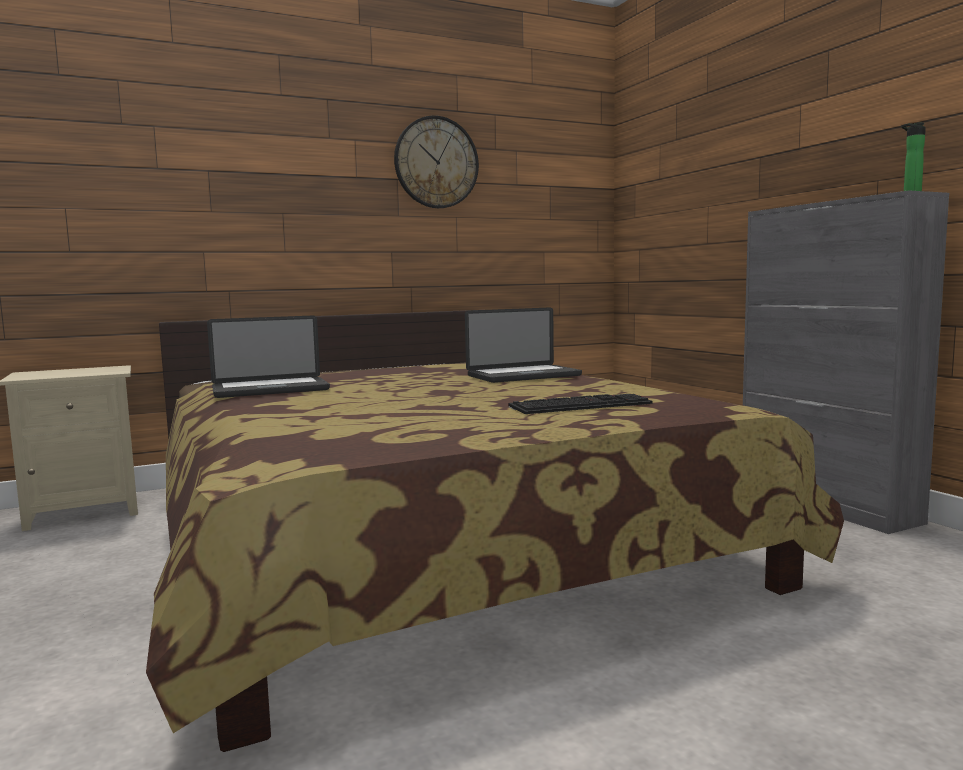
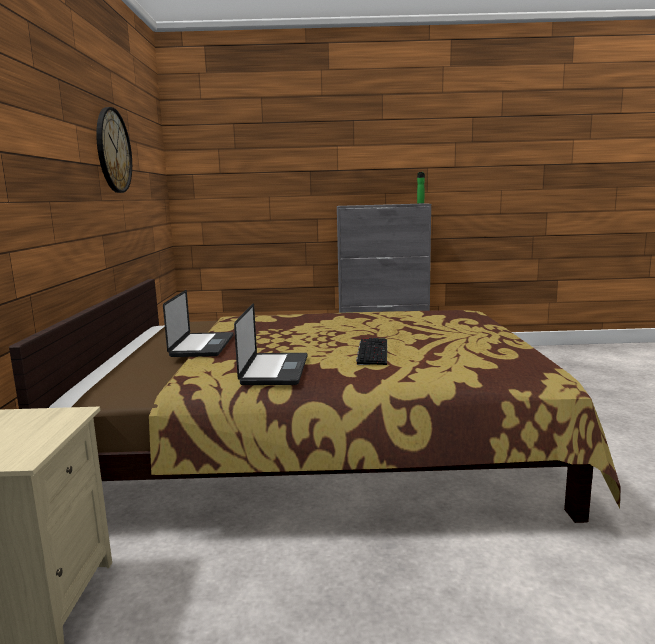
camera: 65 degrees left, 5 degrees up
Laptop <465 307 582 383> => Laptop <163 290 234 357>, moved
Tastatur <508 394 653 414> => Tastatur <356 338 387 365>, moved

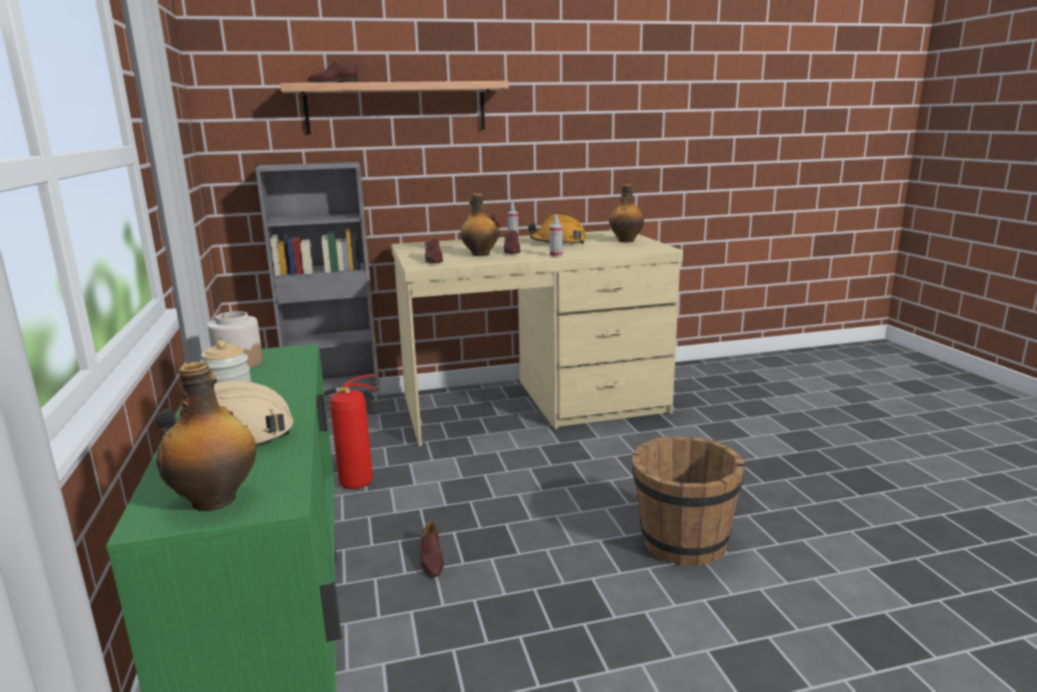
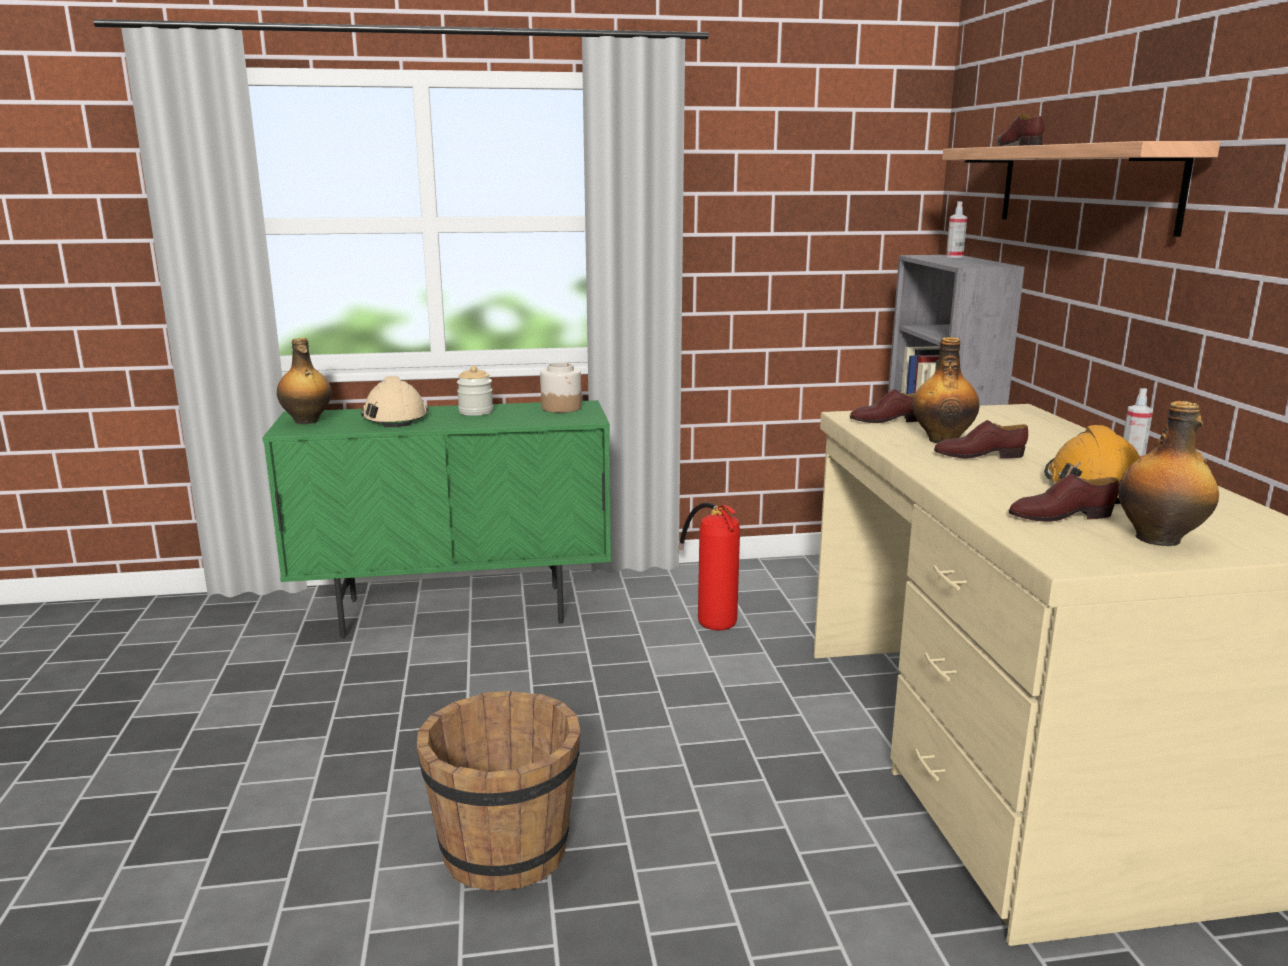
camera: 95 degrees right, 0 degrees up
Sprühflasche <549 214 562 257> => Sprühflasche <946 201 967 258>, moved
Schuh [braun] <420 521 444 578> => Schuh [braun] <1008 474 1119 522>, moved

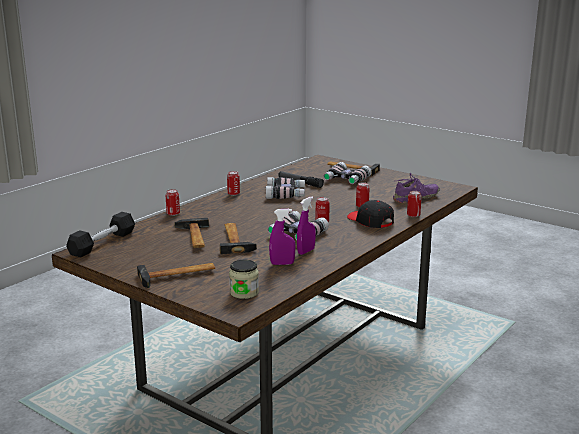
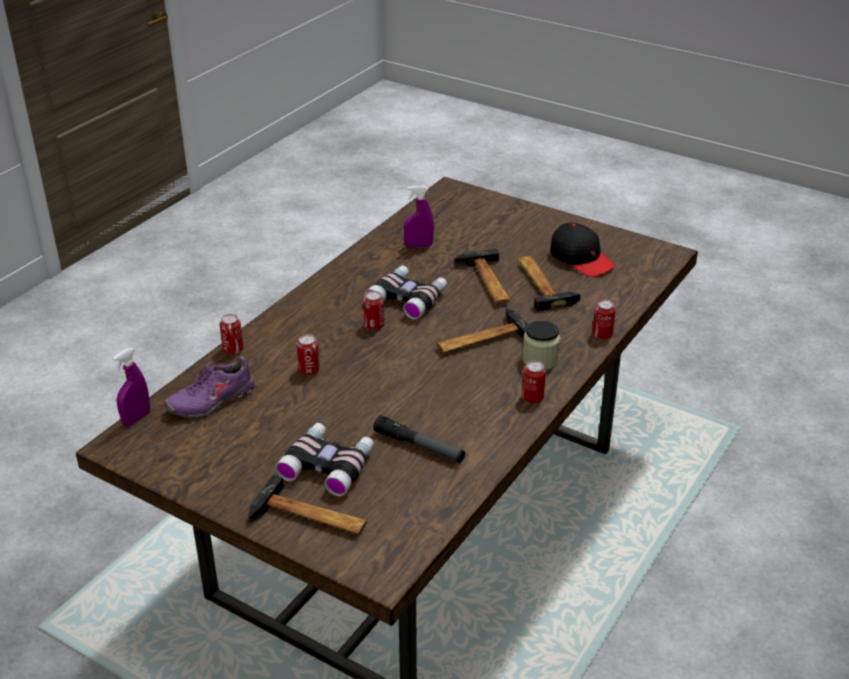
camera: 175 degrees right, 15 degrees up
Sprühflasche [lila] <297 196 316 255> => Sprühflasche [lila] <112 348 150 426>, moved
Hammer <137 263 215 288> => Hammer <437 309 528 353>, moved
Vorratsglas <229 260 259 299> => Vorratsglas <522 320 560 370>, moved
Kappe [schwarz] <347 200 394 228> => Kappe [schwarz] <550 223 615 277>, moved
Hantel [schwarz] <66 212 135 257> => nothing
Fernglas <266 177 305 199> => nothing

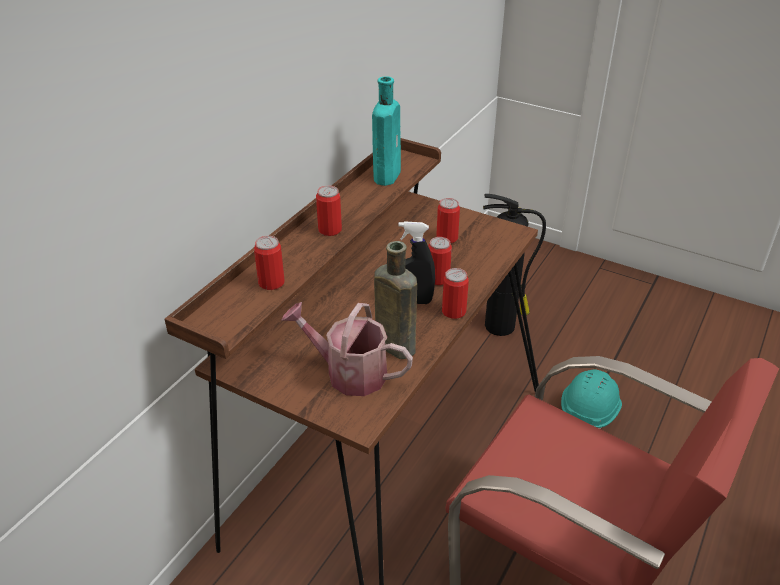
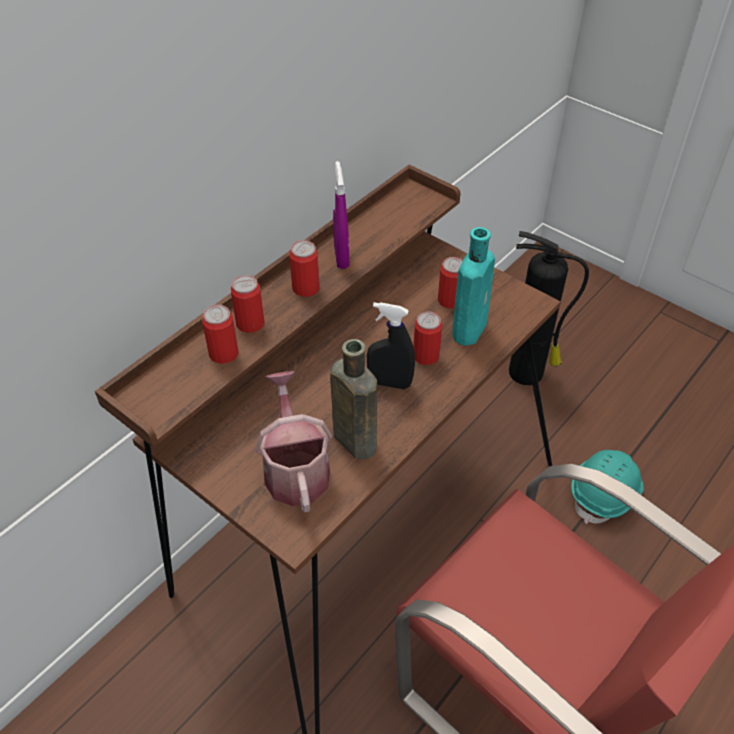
camera: 10 degrees right, 10 degrees up
Dose <442 268 469 319> => Dose <231 275 265 333>, moved
Gießkanne <281 302 413 396> => Gießkanne <255 371 332 512>, 45 degrees clockwise
nothing => Sprühflasche [lila] <333 161 350 269>
Flasche [türkis] <372 76 401 186> => Flasche [türkis] <452 227 495 346>, moved

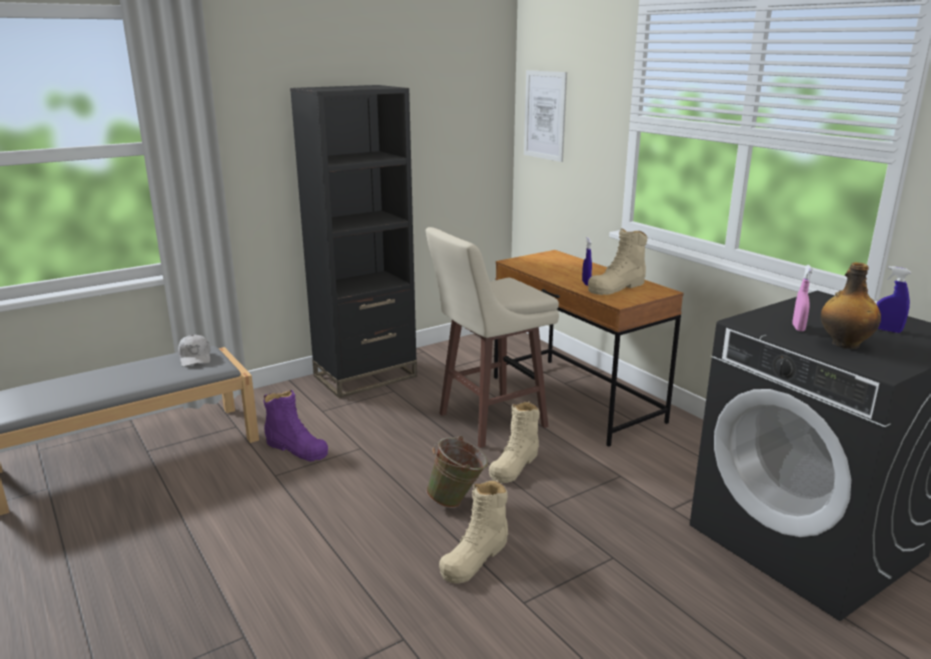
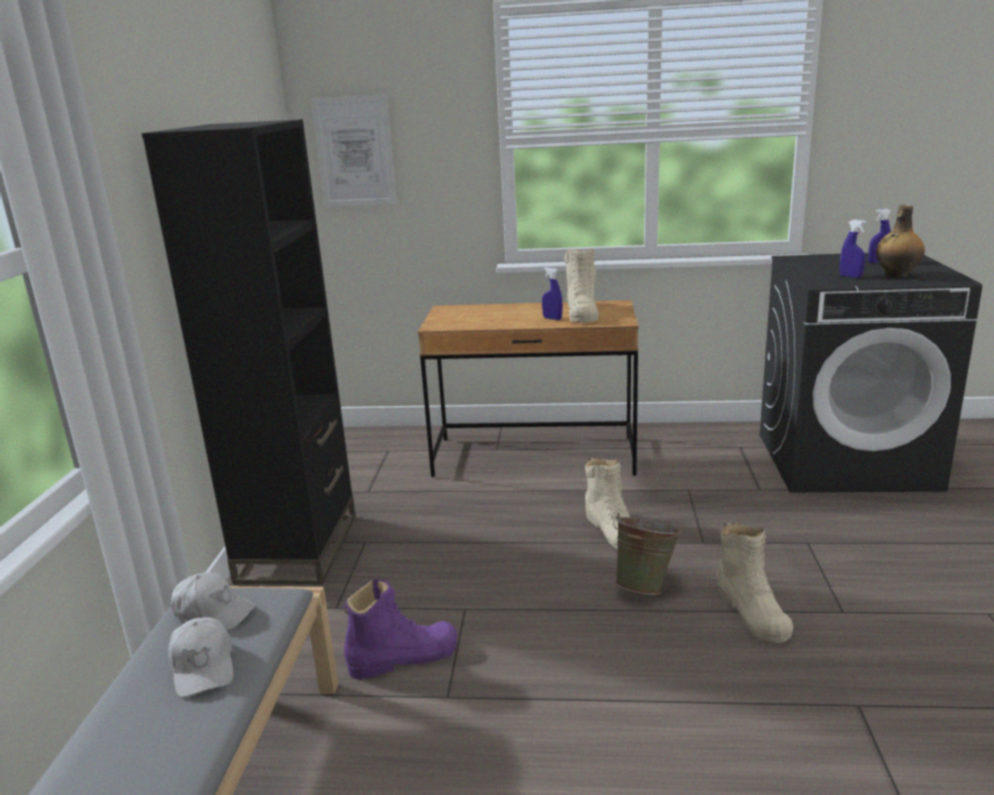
camera: 50 degrees left, 0 degrees up
nothing => Kappe [weiß] <168 617 233 698>
Sprühflasche [rosa] <792 265 813 331> => Sprühflasche [blau] <840 220 867 278>
Hocker [beige] <426 227 559 448> => nothing

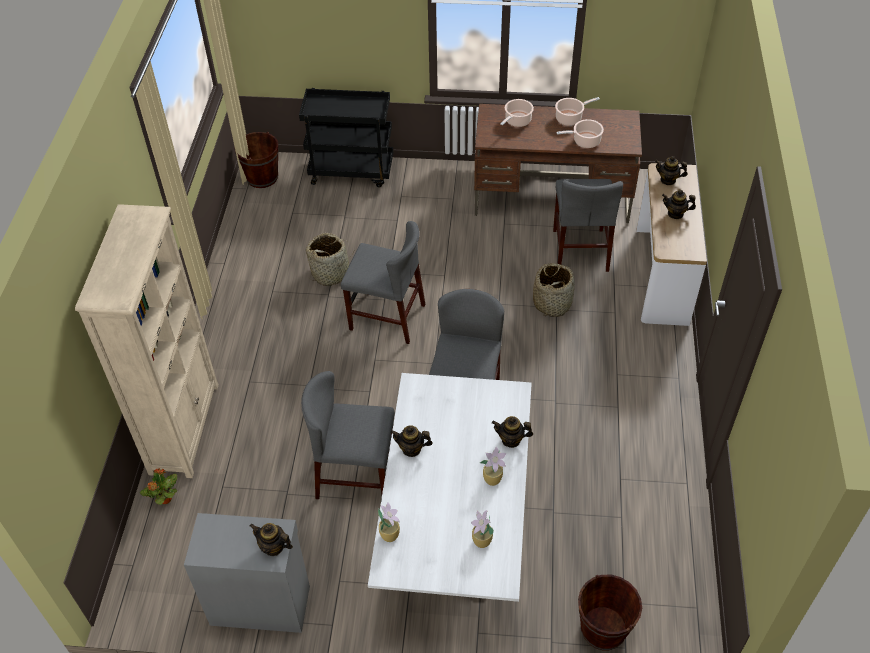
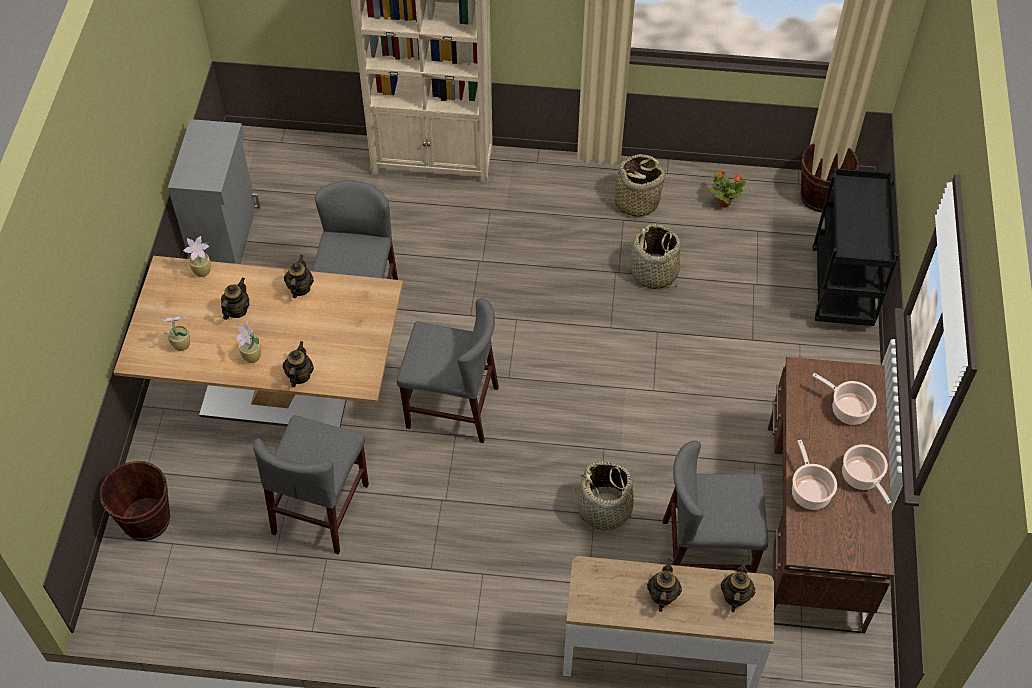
camera: 90 degrees right, 5 degrees up
Esstisch [weiß] <368 373 532 602> => Esstisch [braun] <113 256 403 428>
Teekanne <250 523 293 556> => Teekanne <221 278 250 320>, moved
Stuhl [grau] <341 221 425 344> => Stuhl [grau] <253 415 369 554>, moved
nothing => Korb <604 154 666 217>
Topfpflanze <140 468 177 505> => Topfpflanze <708 171 746 207>, moved

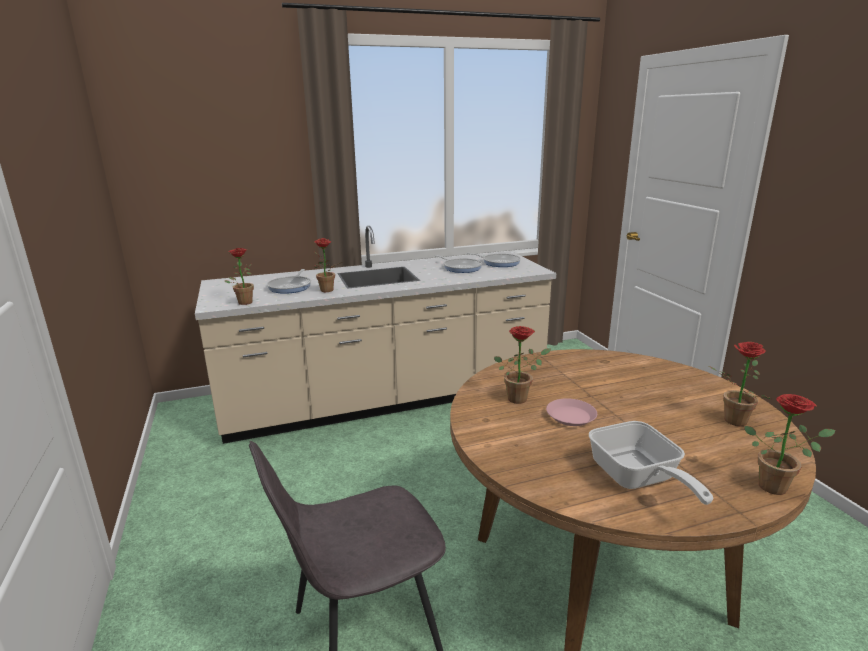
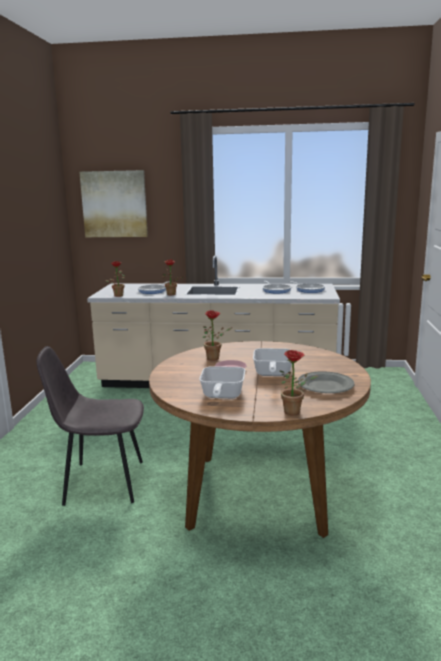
camera: 25 degrees right, 5 degrees down
nothing => Bild <79 170 148 237>
nothing => Pfanne <253 348 292 376>
Topfpflanze <709 342 772 426> => Teller [grau] <298 371 354 393>

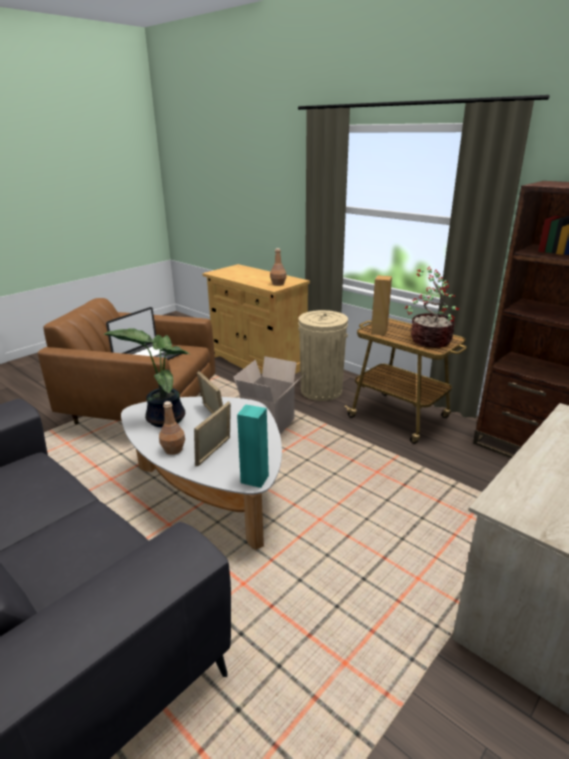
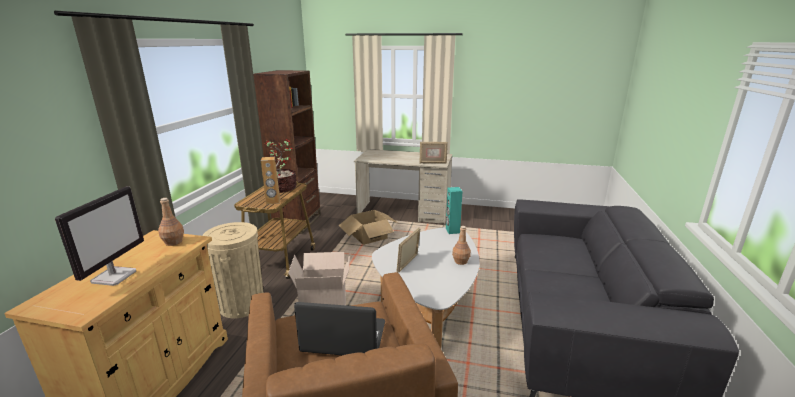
camera: 120 degrees left, 5 degrees down
nothing => Monitor <55 186 144 286>
nothing => Karton <339 210 398 245>
Bilderrahmen <194 401 231 467> => Bilderrahmen <419 142 448 164>, moved
Topfpflanze <104 328 190 427> => nothing

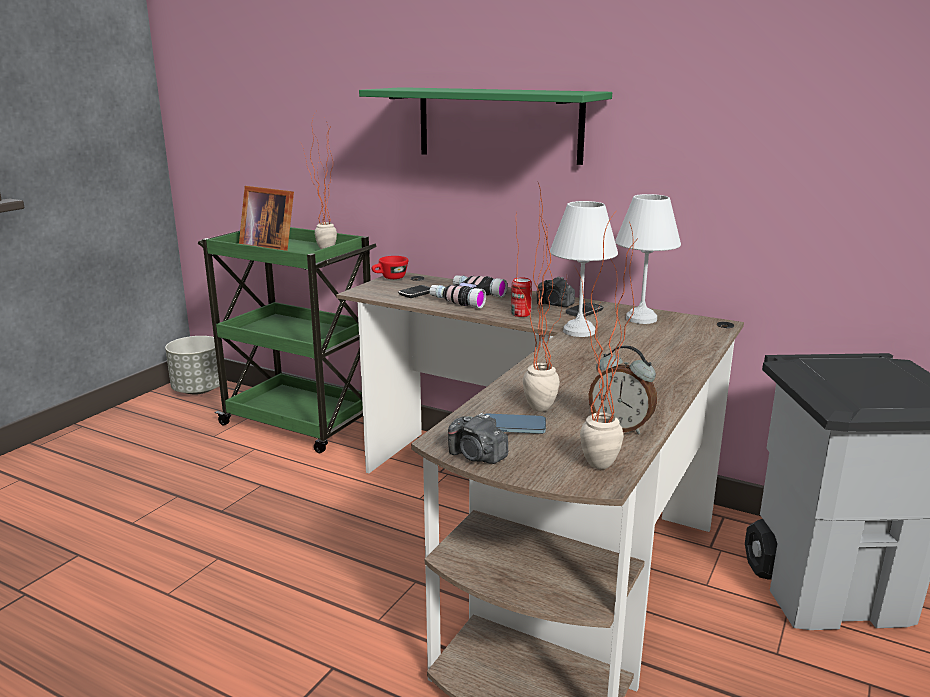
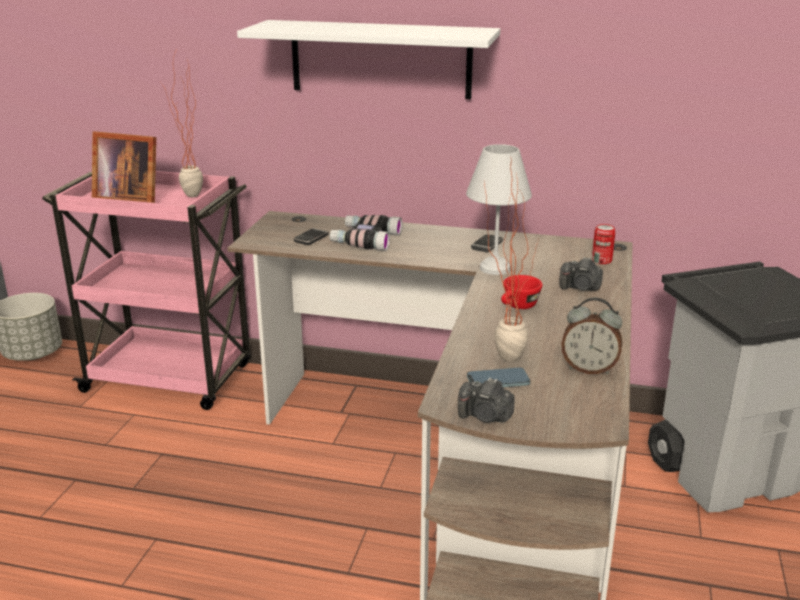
camera: 15 degrees left, 5 degrees up
Rollwagen [grün] <198 227 377 453> => Rollwagen [rosa] <42 171 251 410>
Wandregal [grün] <359 87 612 165> => Wandregal [weiß] <237 20 500 99>
Tasse [rot] <371 256 408 279> => Tasse [rot] <501 275 542 309>, moved
Kamera <537 276 575 307> => Kamera <559 257 603 291>, moved
Dose <511 278 532 317> => Dose <592 224 615 264>, moved
Topfpflanze <575 207 636 469> => nothing
Tischlampe [weiß] <615 194 681 324> => nothing

